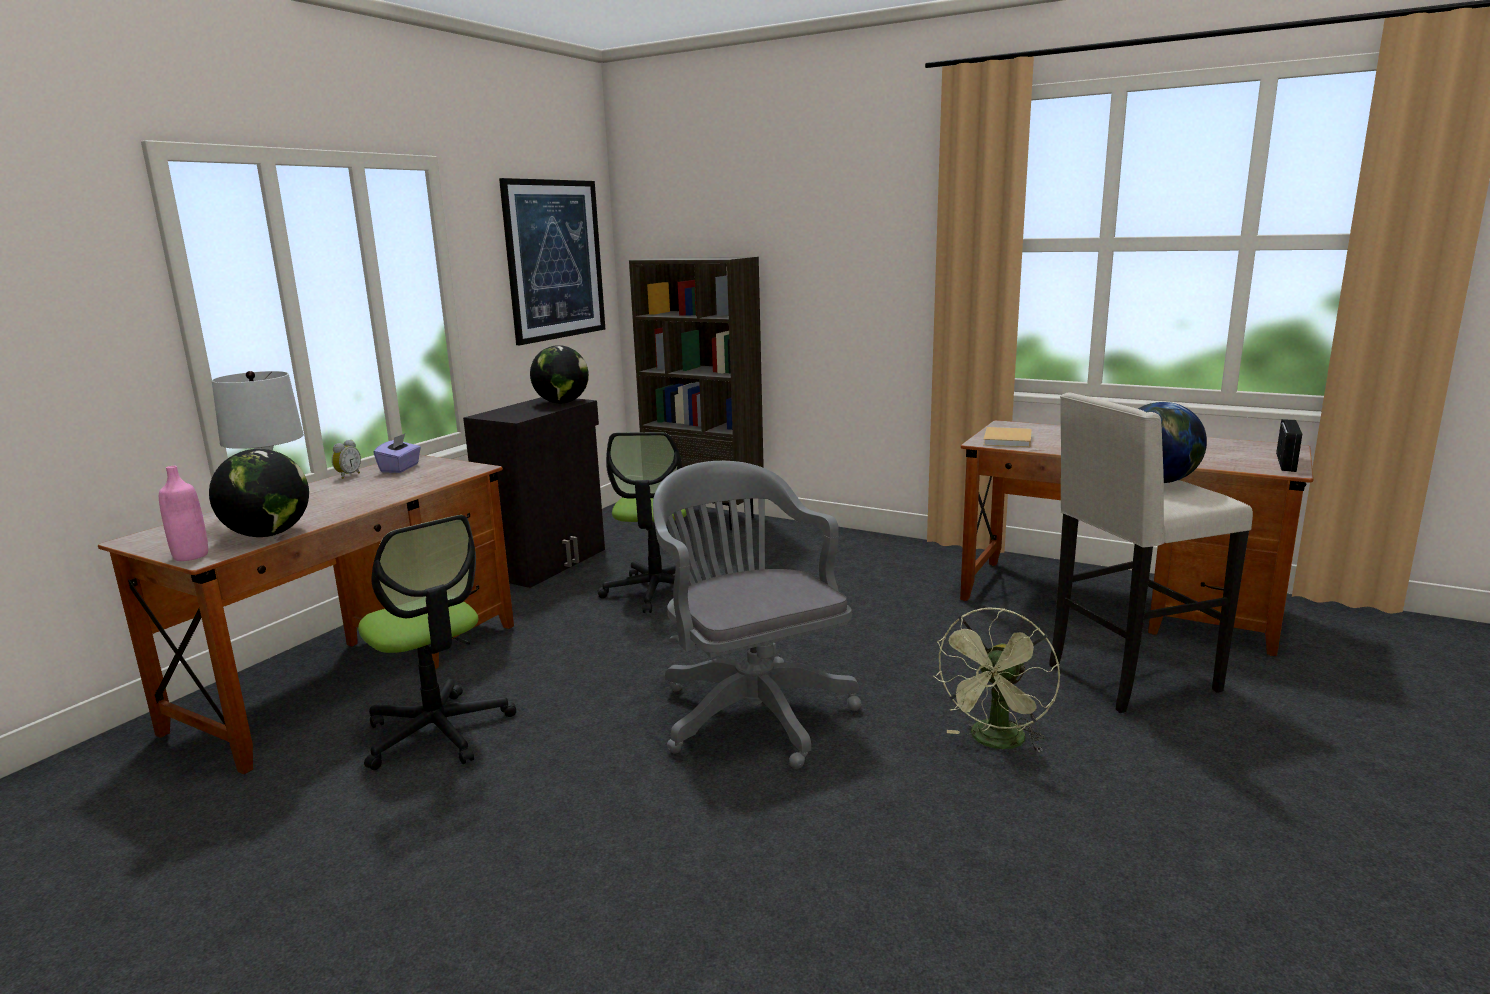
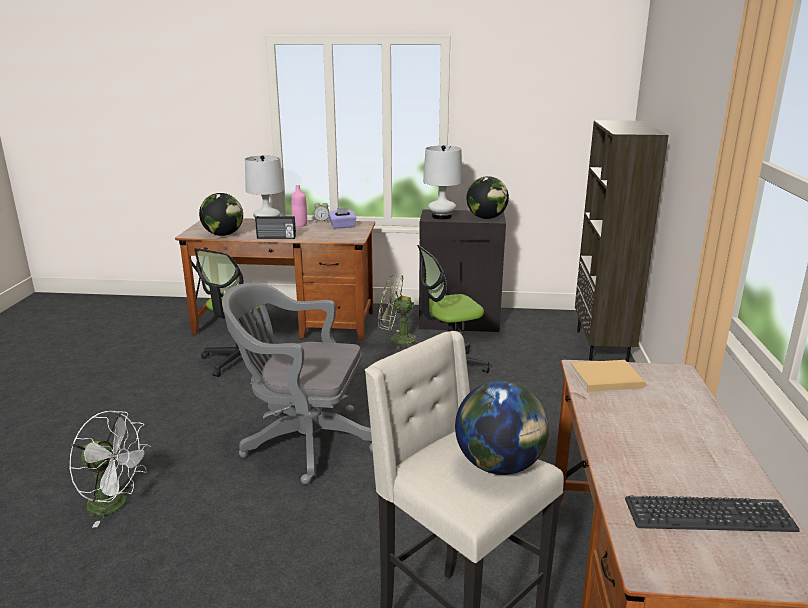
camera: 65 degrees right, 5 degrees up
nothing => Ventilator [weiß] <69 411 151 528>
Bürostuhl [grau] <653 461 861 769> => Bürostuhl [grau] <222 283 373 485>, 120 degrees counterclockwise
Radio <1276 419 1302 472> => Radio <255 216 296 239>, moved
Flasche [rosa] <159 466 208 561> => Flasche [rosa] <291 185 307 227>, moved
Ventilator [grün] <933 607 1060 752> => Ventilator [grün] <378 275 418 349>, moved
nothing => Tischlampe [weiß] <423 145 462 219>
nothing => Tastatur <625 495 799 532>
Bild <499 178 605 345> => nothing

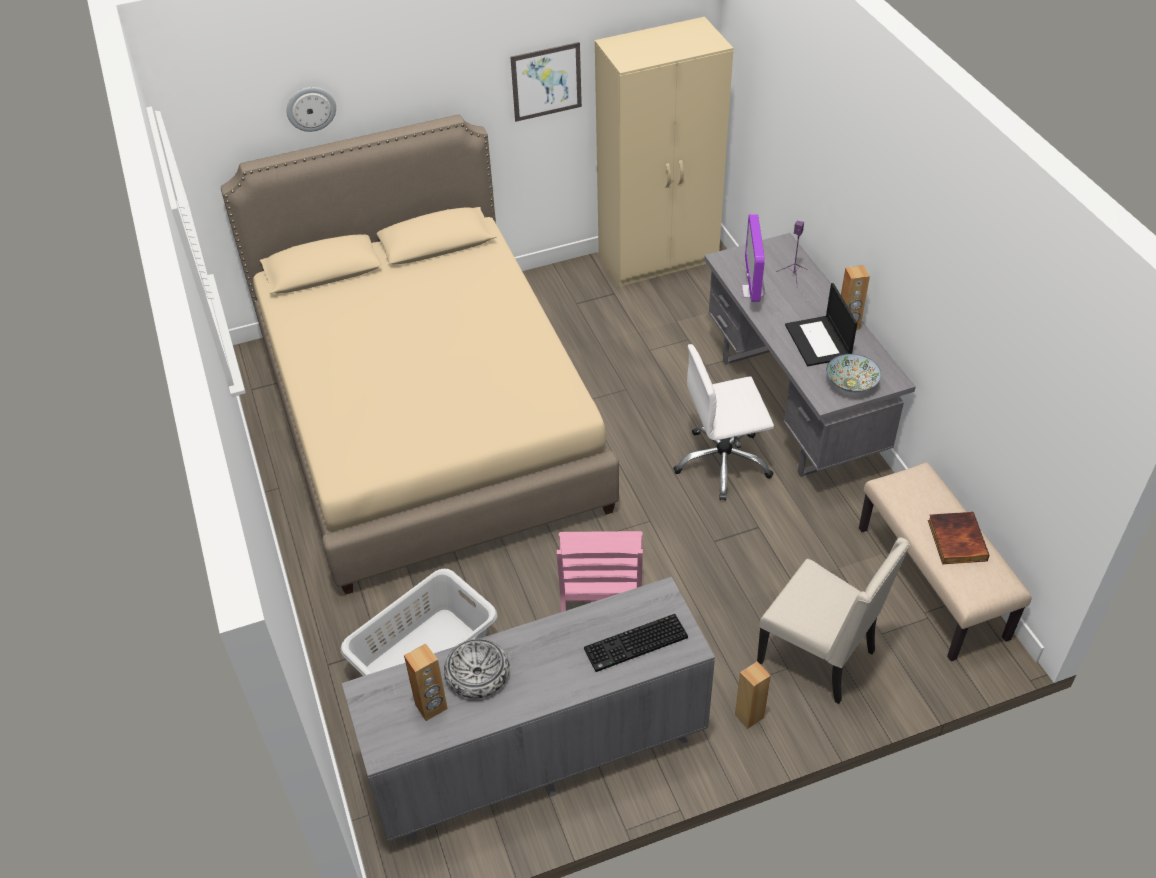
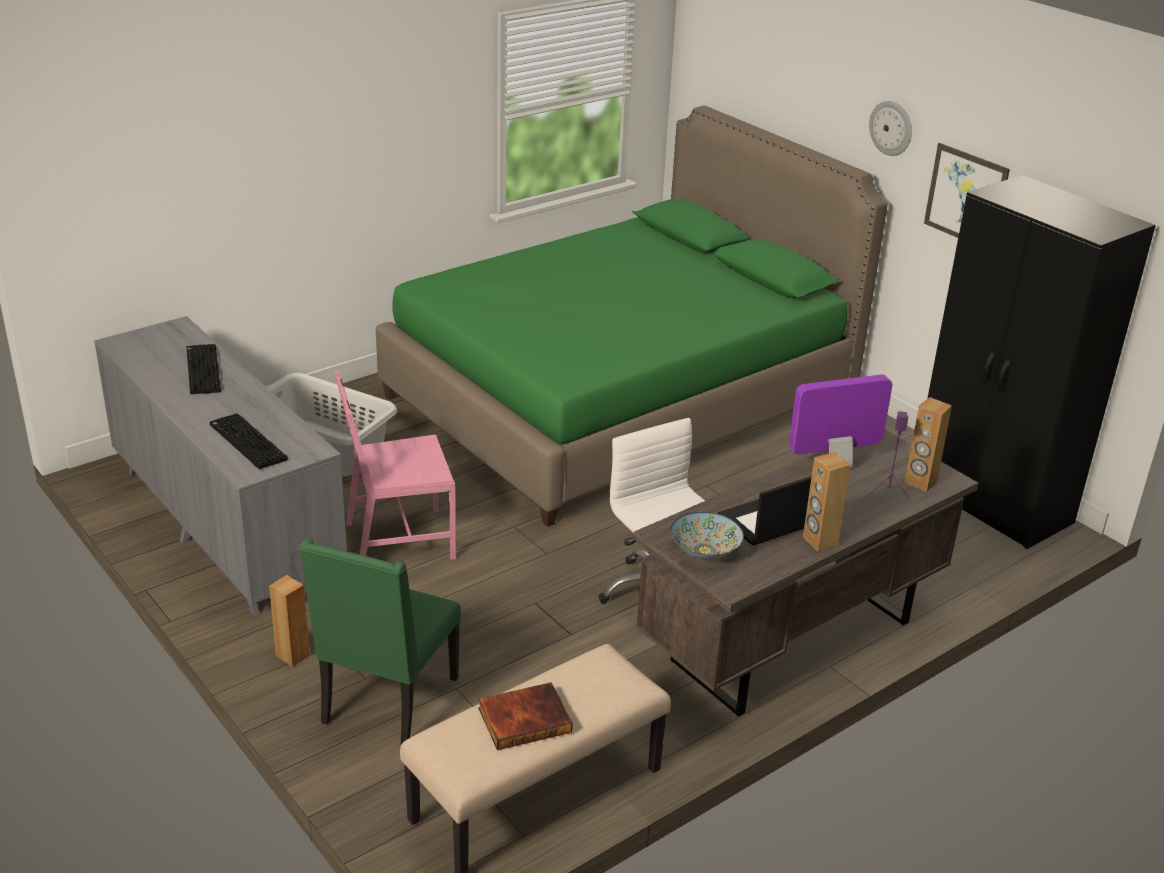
camera: 70 degrees right, 15 degrees down
Schüssel <444 639 510 698> => Tastatur <186 344 221 394>
Stuhl [beige] <757 538 910 704> => Stuhl [grün] <299 538 461 744>
Bett [beige] <221 115 619 595> => Bett [grün] <376 106 888 527>
Schreibtisch [grau] <704 233 916 477> => Schreibtisch [braun] <634 430 978 717>
Wanduhr <286 87 336 132> => Wanduhr <869 101 912 156>, moved
Lautsprecher [braun] <404 643 448 721> => Lautsprecher [braun] <905 397 952 492>, moved
Kleiderschrank [beige] <595 17 734 288> => Kleiderschrank [schwarz] <927 175 1156 549>

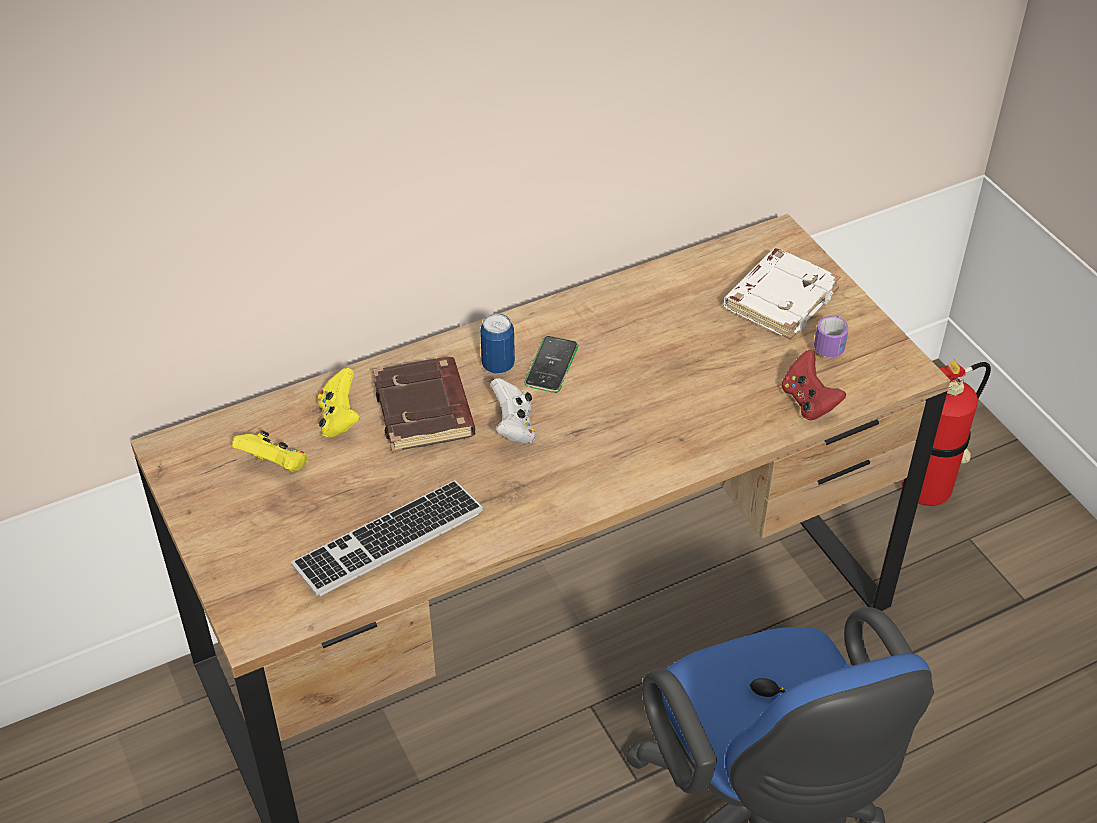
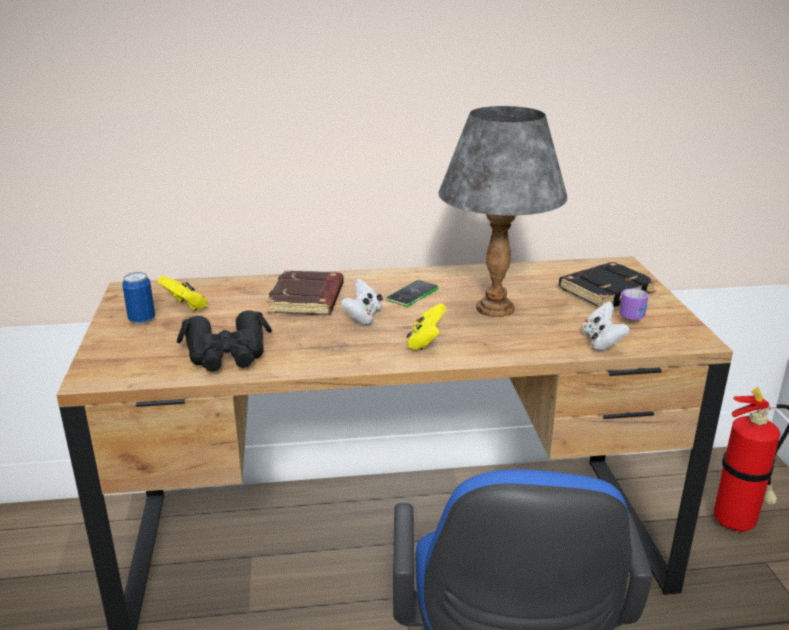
camera: 20 degrees right, 20 degrees down
Dose <480 313 515 374> => Dose <122 272 155 324>, moved
Tastatur <291 480 484 596> => Fernglas [schwarz] <177 311 272 372>
Gamepad [gelb] <318 368 360 438> => Gamepad [gelb] <407 303 446 351>, moved
nothing => Tischlampe [grau] <438 106 567 317>
Buch [weiß] <724 248 840 340> => Buch [schwarz] <559 262 657 307>
Gamepad [rot] <782 350 846 420> => Gamepad [weiß] <582 302 630 351>

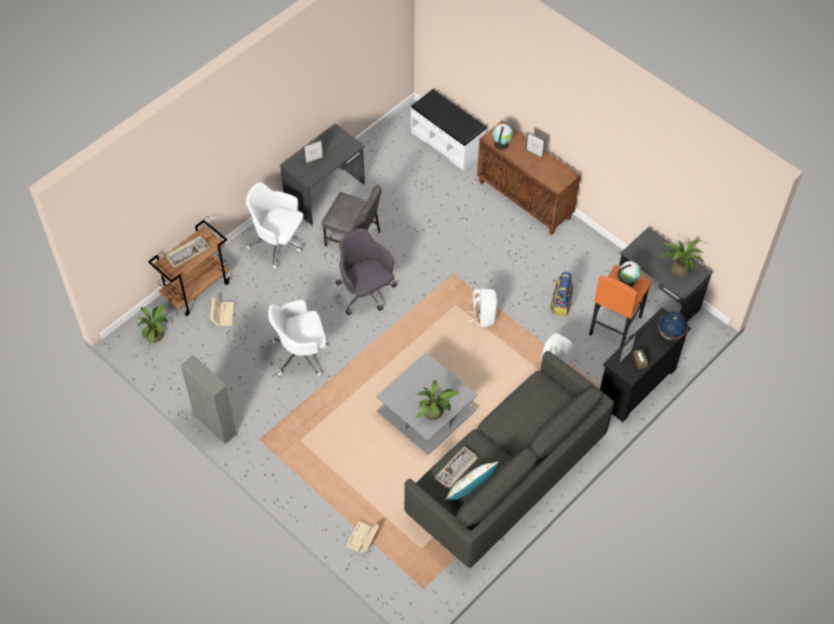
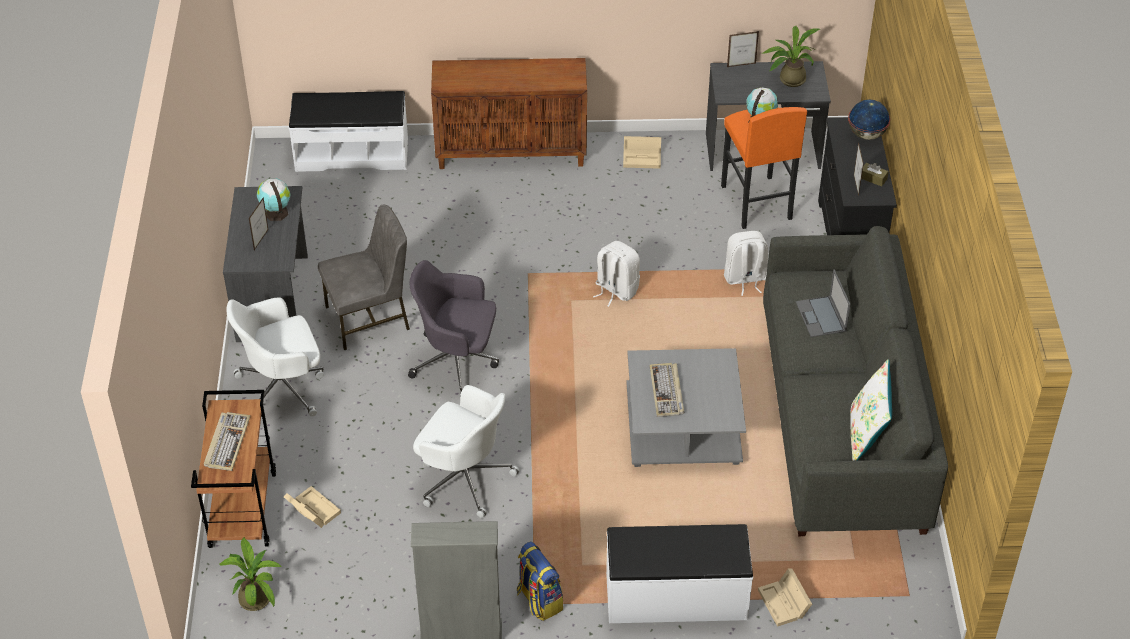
camera: 45 degrees left, 10 degrees down
Globus <492 124 513 150> => Globus <256 178 291 221>, moved
Bürostuhl [weiß] <268 300 328 376> => Bürostuhl [weiß] <413 385 520 518>, 90 degrees counterclockwise
Rucksack <550 272 573 316> => Rucksack <517 542 563 621>, moved
nothing => Bank [weiß] <606 524 753 623>
nothing => Aufbewahrungsbox [beige] <623 136 661 169>
Tastatur <435 447 478 488> => Tastatur <649 363 684 417>, moved
Bilderrahmen <525 132 545 159> => Bilderrahmen <727 31 759 67>, moved
nothing => Laptop <796 270 851 337>
Topfpflanze <415 380 459 420> => nothing

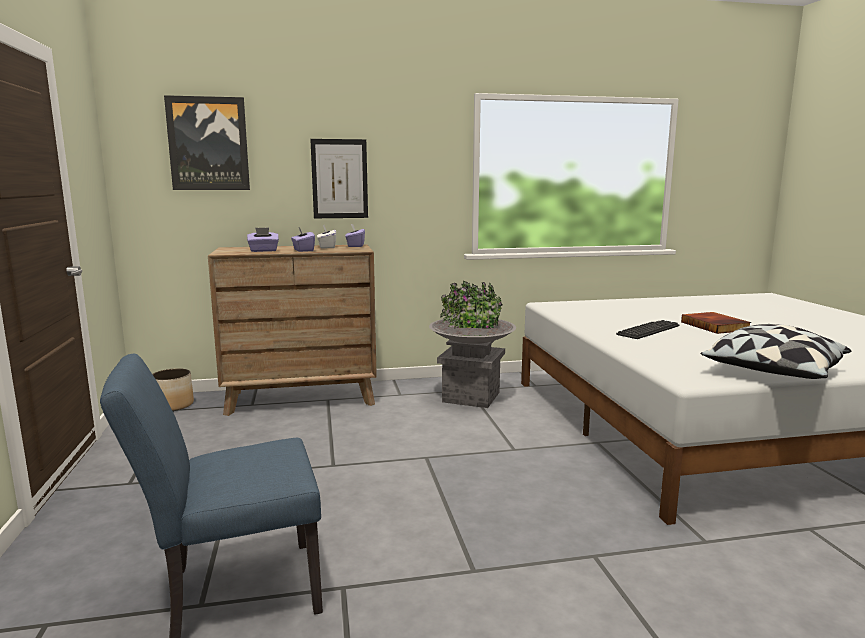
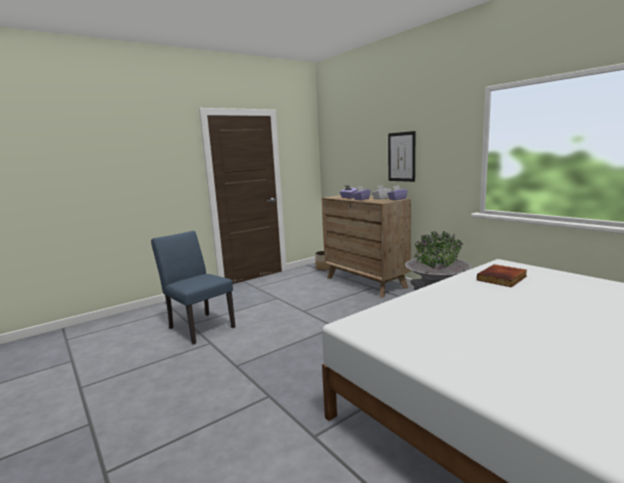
camera: 65 degrees right, 0 degrees up
Buch <681 312 751 334> => Buch <477 264 527 287>, moved
Bild <164 95 250 190> => nothing
Tastatur <616 320 680 339> => nothing
Kissen <700 324 851 379> => nothing

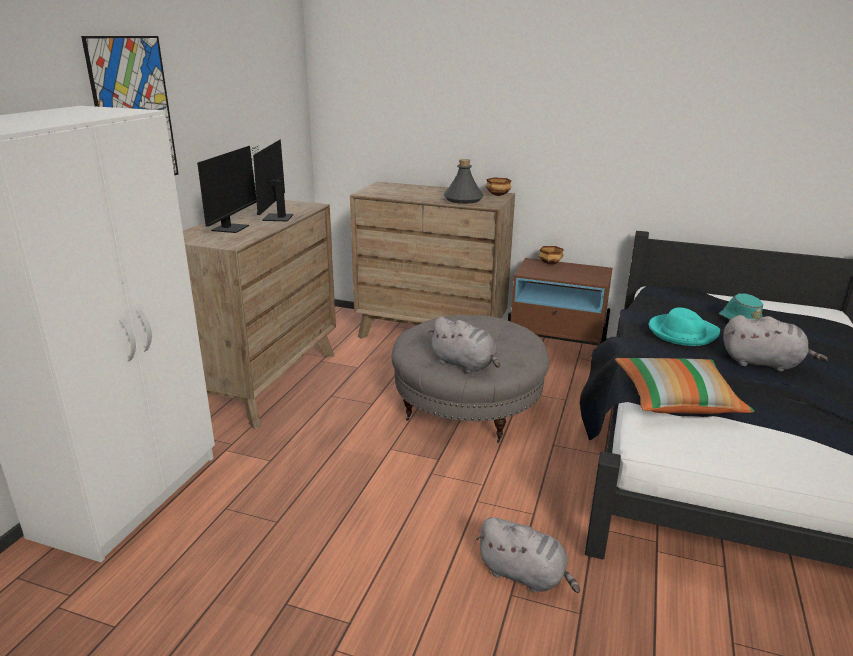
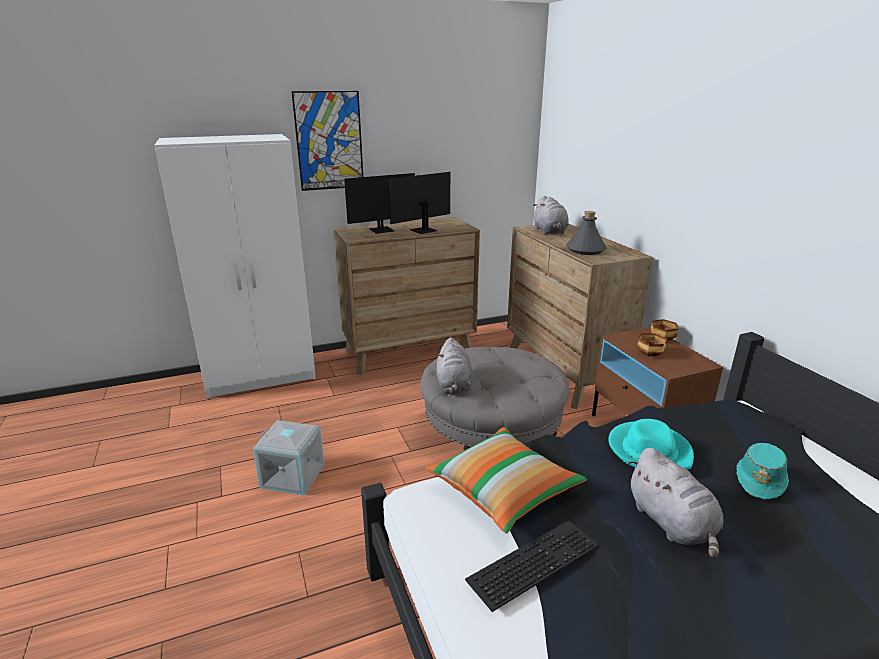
camera: 50 degrees right, 0 degrees up
nothing => Aufbewahrungsbox [grau] <253 420 325 496>
nothing => Tastatur <465 520 599 612>
Plüschtier [grau] <476 517 580 593> => Plüschtier [grau] <533 196 568 234>, moved
Schüssel <486 177 511 196> => Schüssel <637 333 667 356>, moved

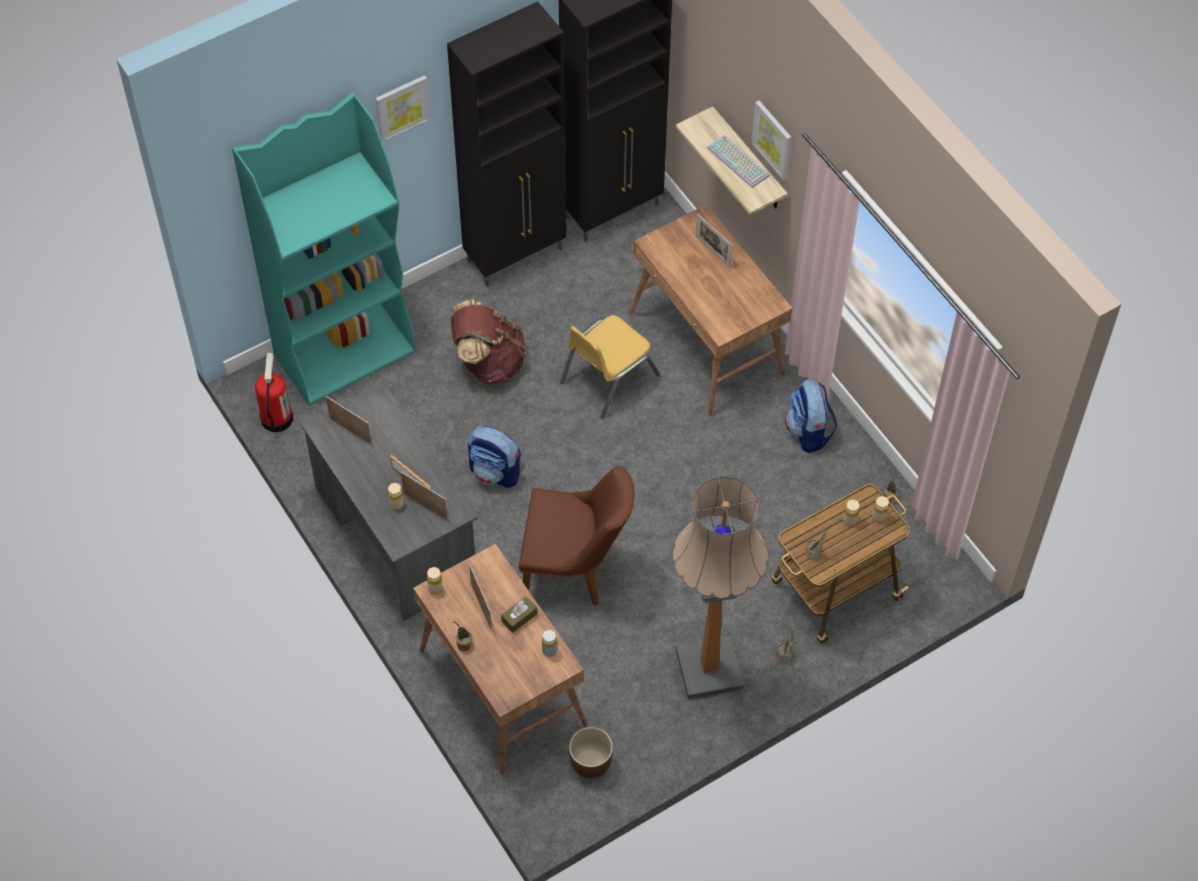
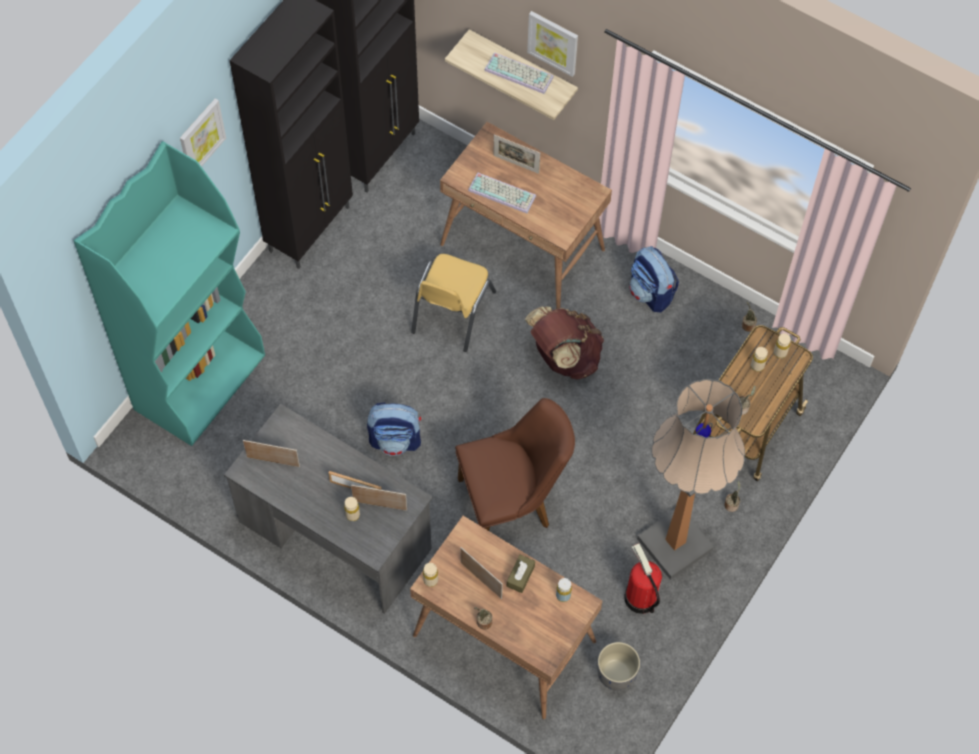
camera: 25 degrees left, 5 degrees up
nothing => Tastatur <468 173 536 214>
Rucksack [braun] <451 300 526 385> => Rucksack [braun] <525 306 604 380>, moved
Pflanzkübel [braun] <569 727 613 779> => Pflanzkübel [grau] <597 642 640 690>
Feuerlöscher <255 353 293 432> => Feuerlöscher <624 544 662 614>, moved

